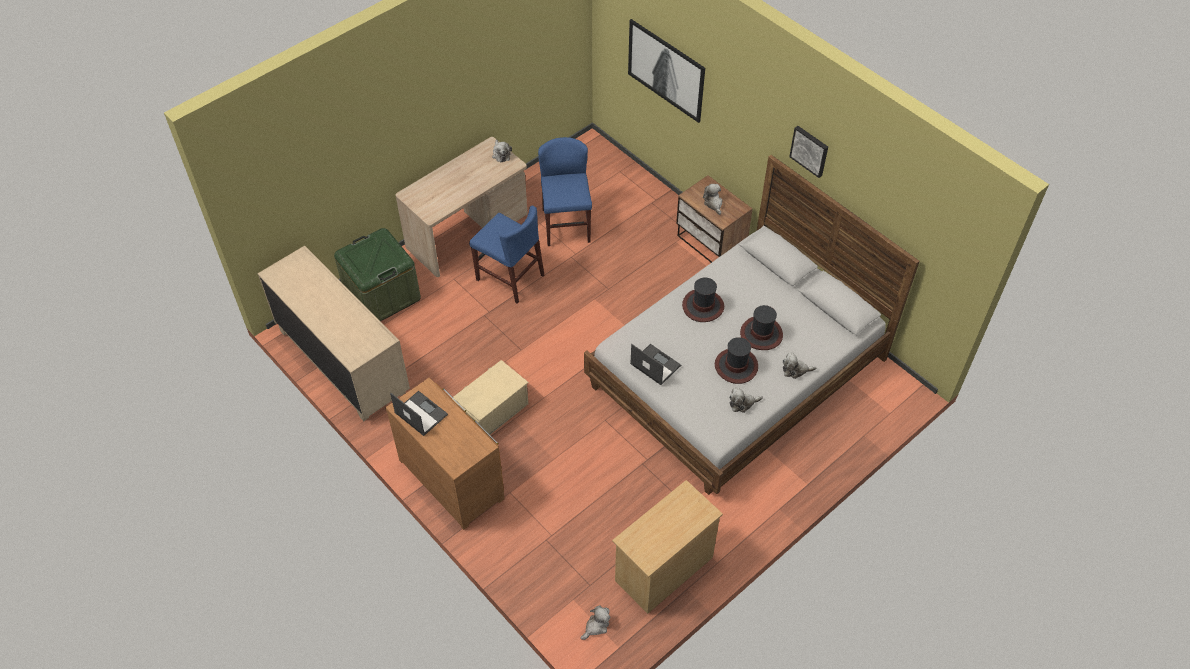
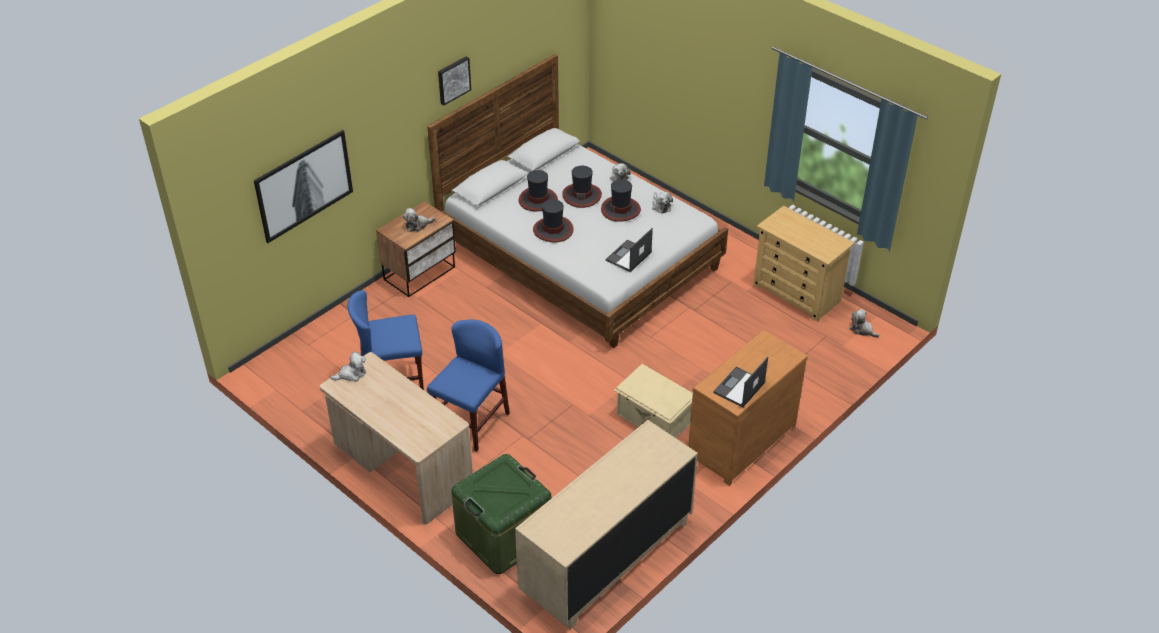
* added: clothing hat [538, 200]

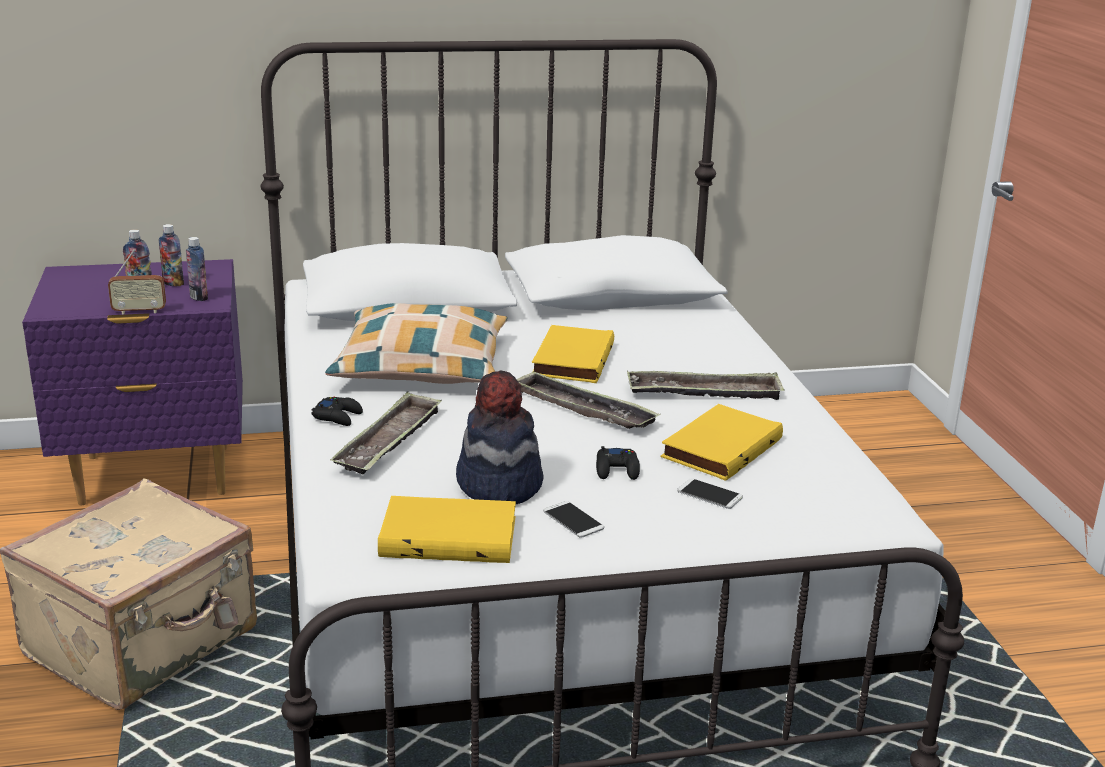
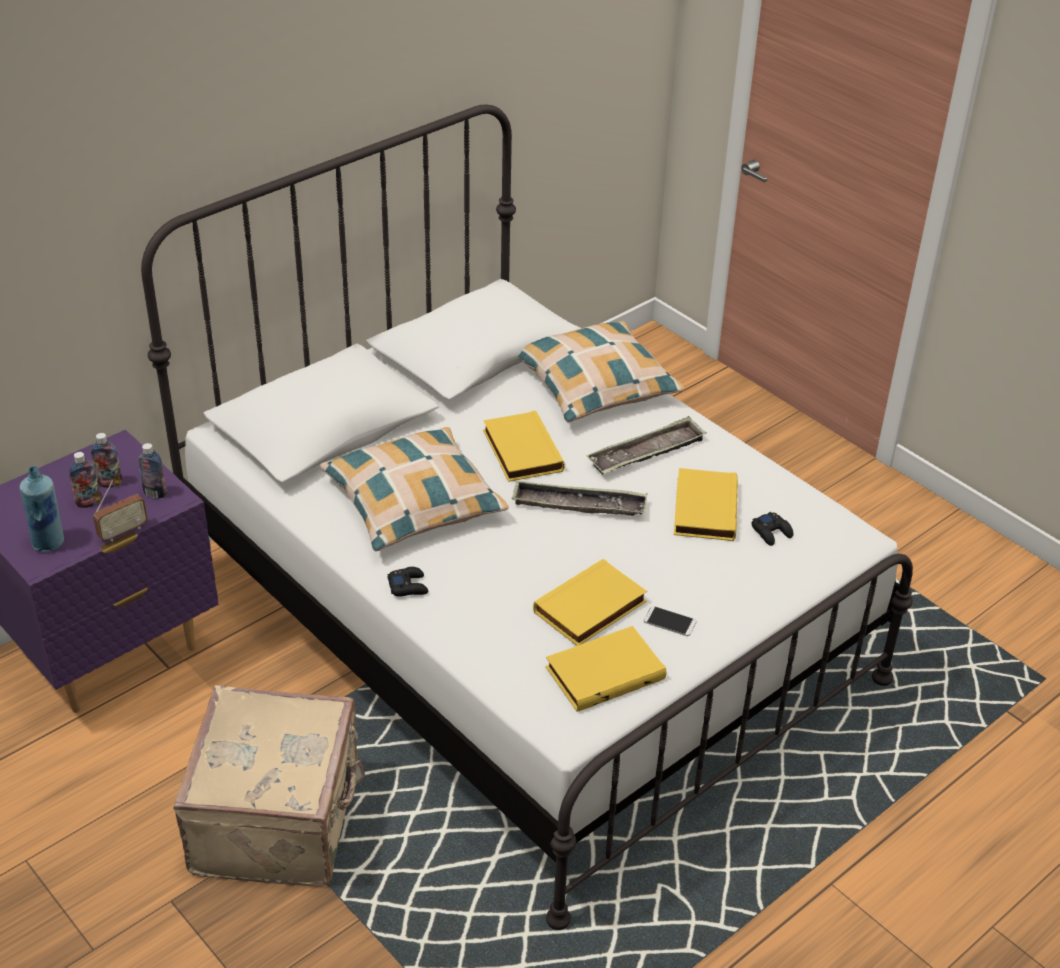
* removed: serving tray [389, 441]
* replaced: clothing hat [498, 485] to yellow-coloured volume [591, 609]
* moved: blackish gamepad [617, 470] to [771, 532]
* removed: phone [709, 494]
* added: blue beverage bottle [49, 543]
* added: pillow [595, 384]

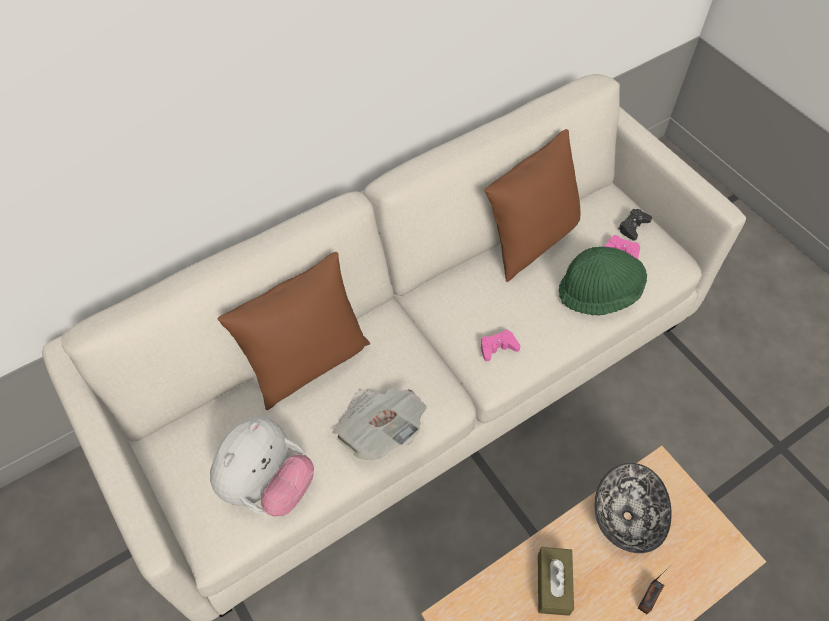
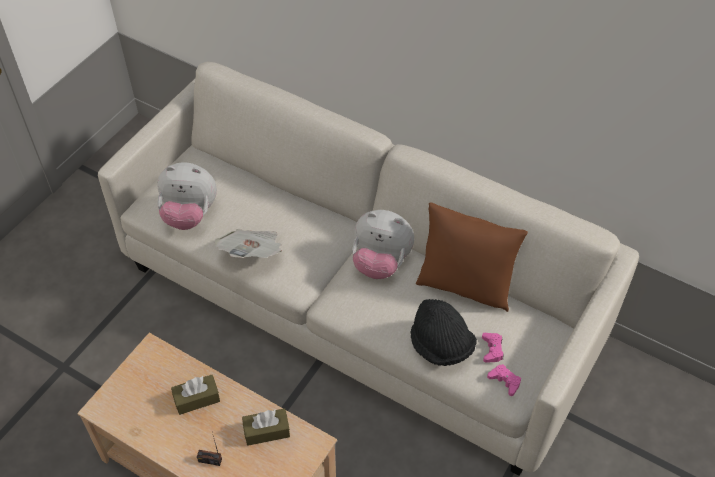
* removed: brownish pillow [307, 363]
* moved: pink-coloured gamepad [498, 347] to [505, 381]
* recoloured: green clothing hat [599, 292] to blackish clothing hat [441, 345]
* replaced: bowl [628, 516] to brownish tissue box [266, 431]
* removed: blackish gamepad [633, 227]
* added: soft toy [380, 263]

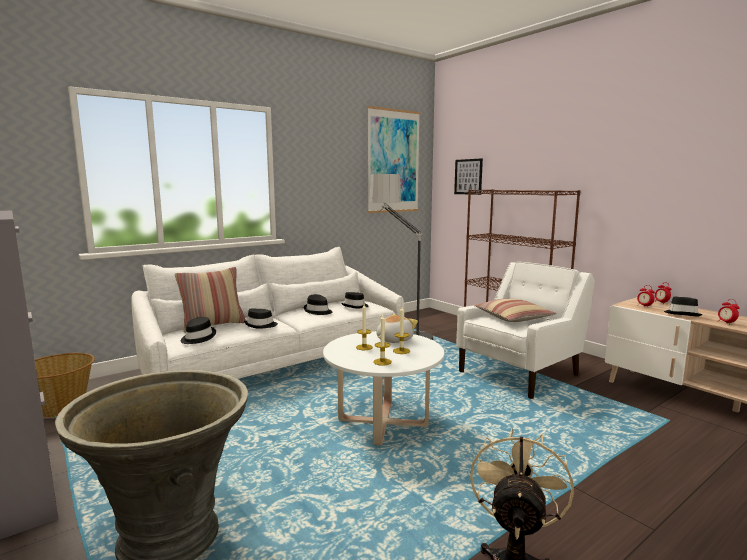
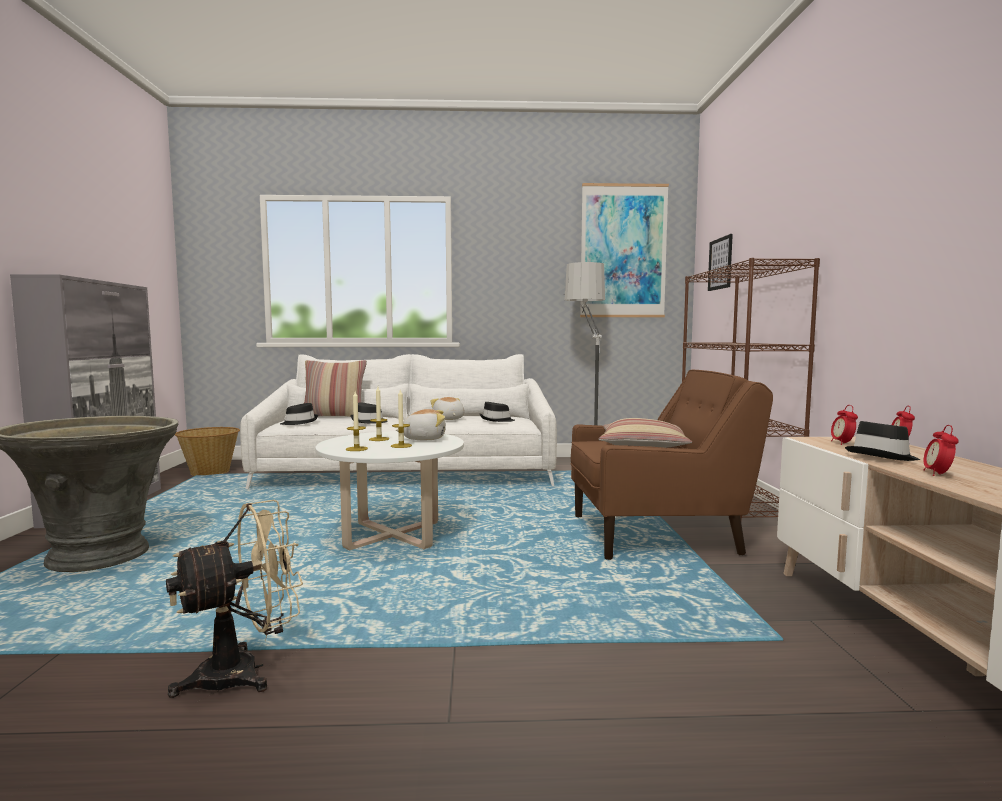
* replaced: blackish clothing hat [318, 311] to soft toy [448, 419]
* recoloured: white easy chair [520, 373] to brownish easy chair [656, 534]

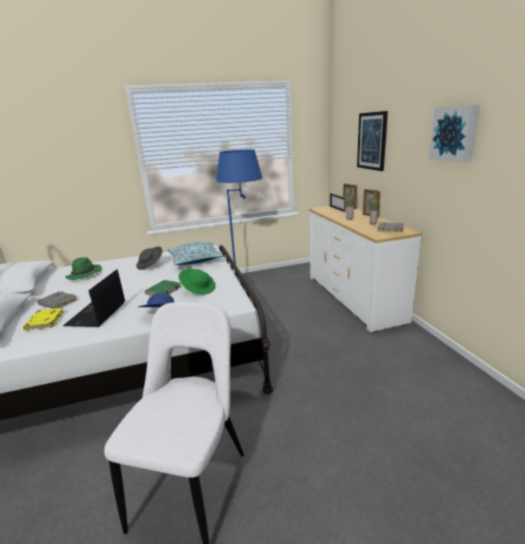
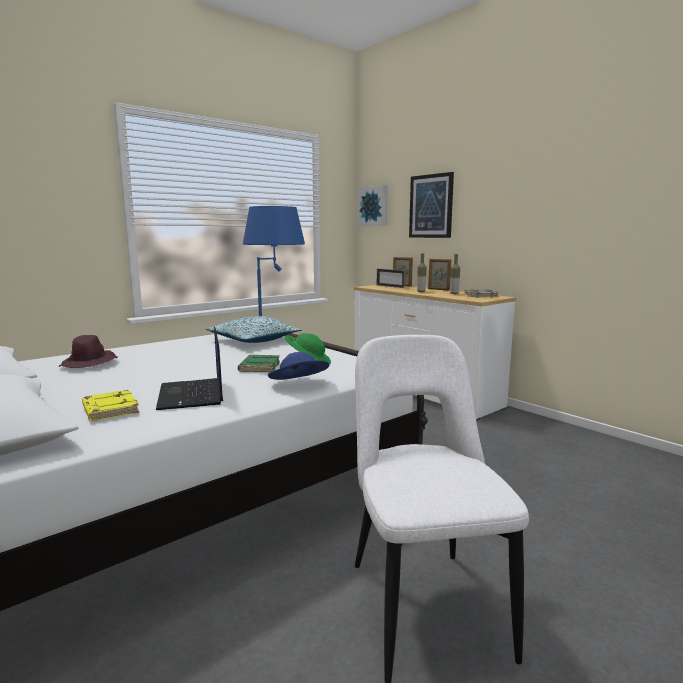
* removed: gray volume [57, 303]
* recoloured: green clothing hat [84, 275] to purple clothing hat [89, 364]
* removed: gray clothing hat [150, 265]
* moved: wall art [454, 133] to [374, 206]

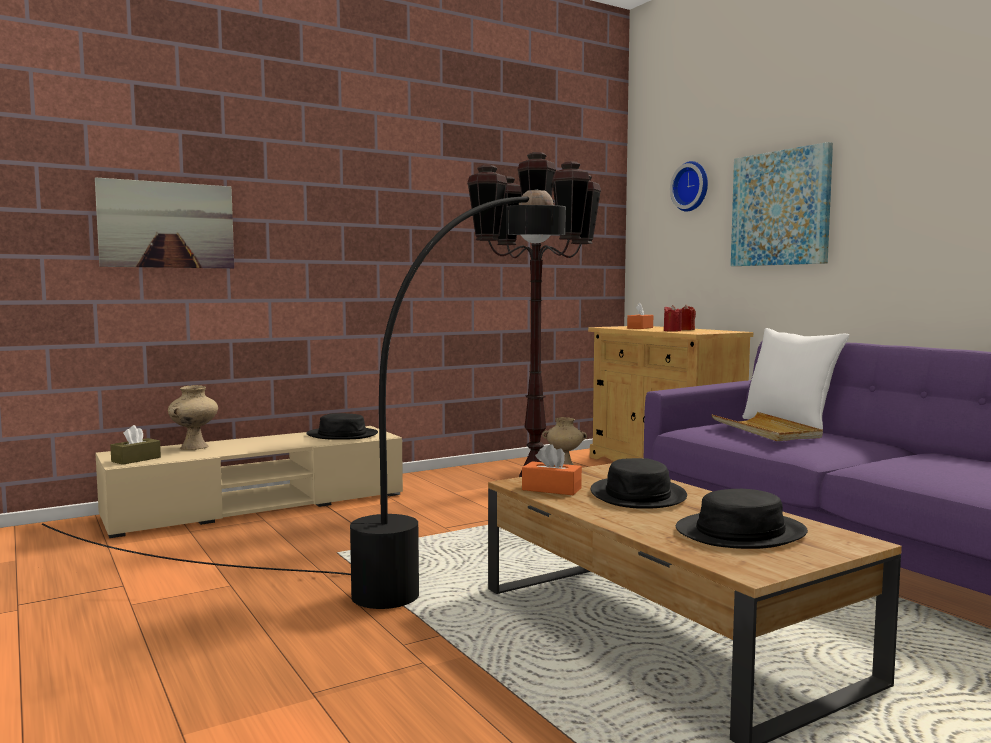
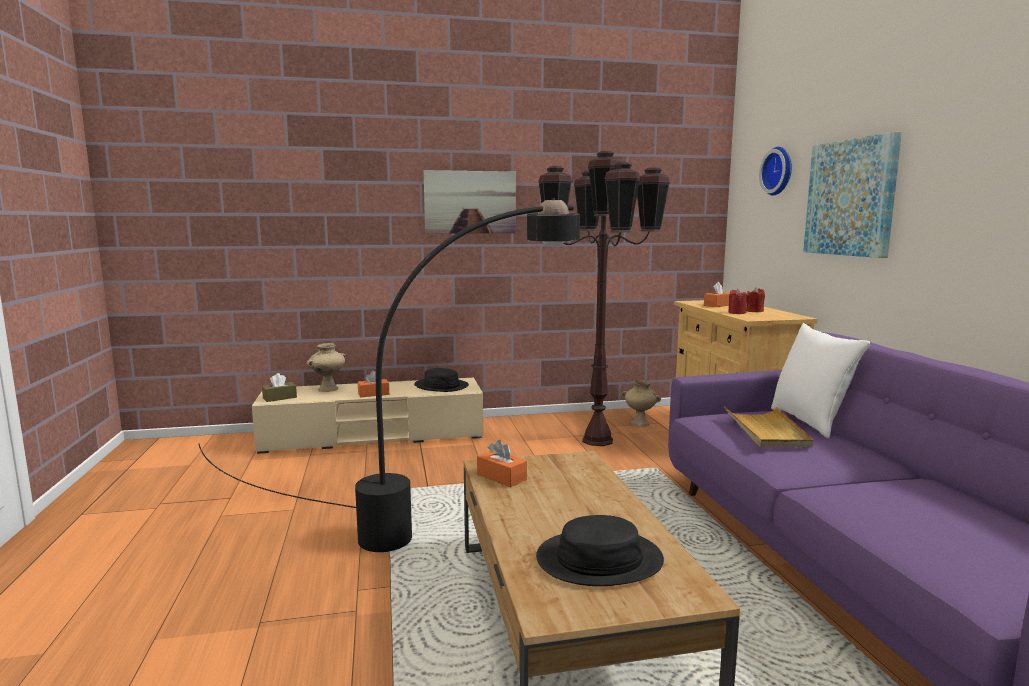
* moved: wall art [167, 225] to [470, 202]
* removed: blackish clothing hat [638, 495]
* added: orangey tissue box [373, 394]

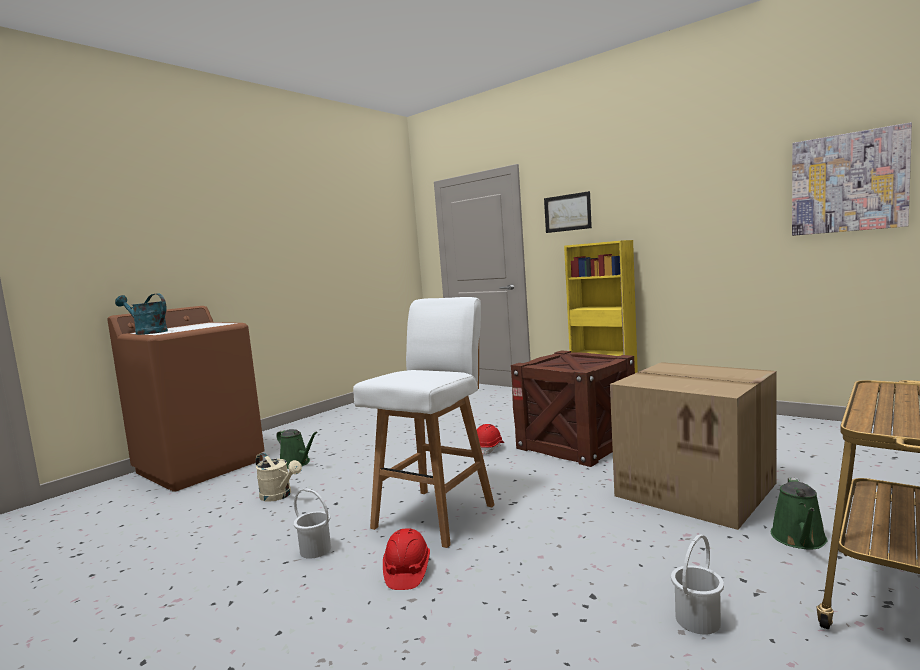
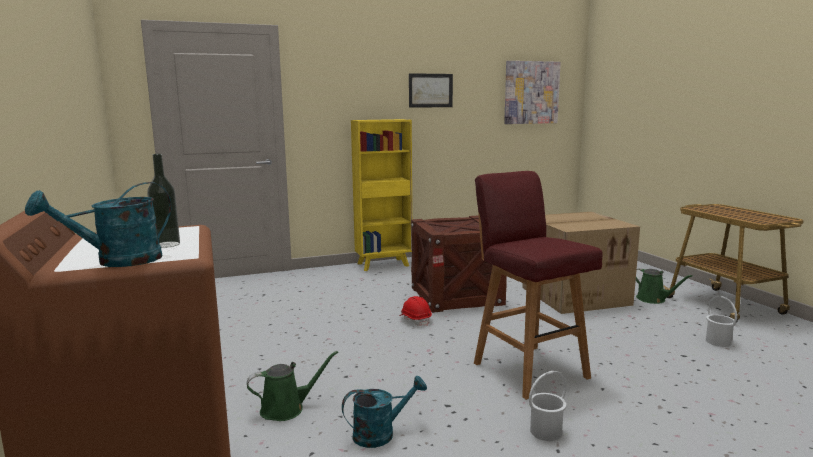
* recoloured: beige sprinkling can [279, 496] to turquoise-coloured sprinkling can [381, 433]
* recoloured: white sitting stool [436, 515] to reddish sitting stool [528, 369]
* removed: reddish safety helmet [407, 572]
* moved: wall art [567, 212] to [430, 90]
* added: beverage bottle [166, 244]

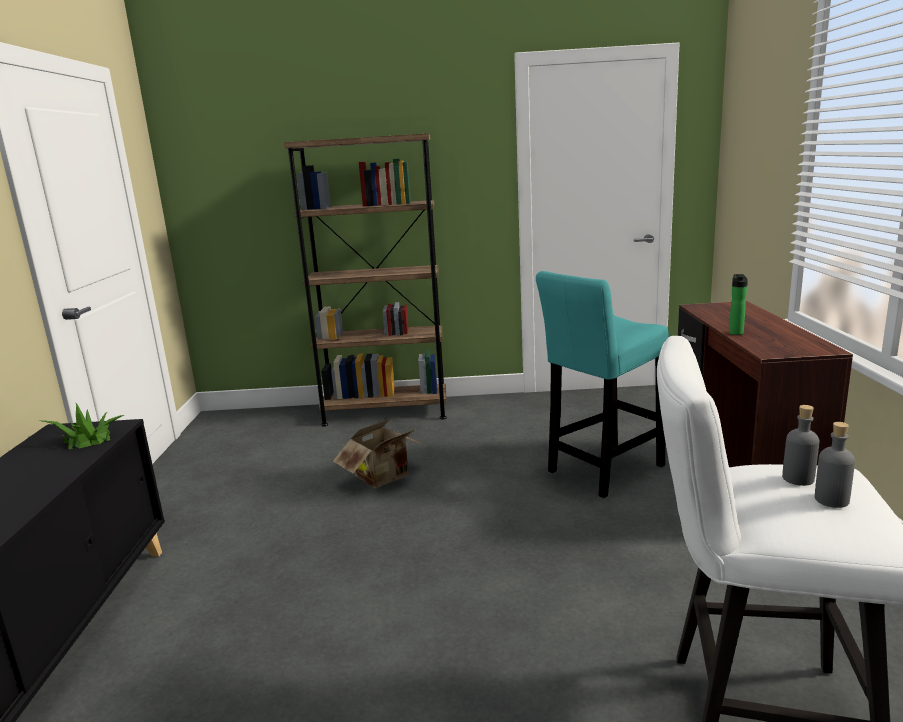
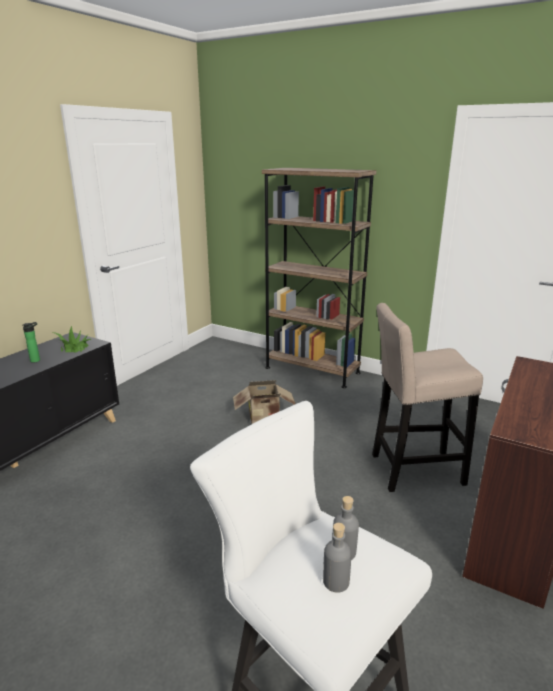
* recoloured: turquoise-coloured sitting stool [602, 471] to beige sitting stool [412, 470]
* moved: beverage bottle [735, 332] to [36, 360]

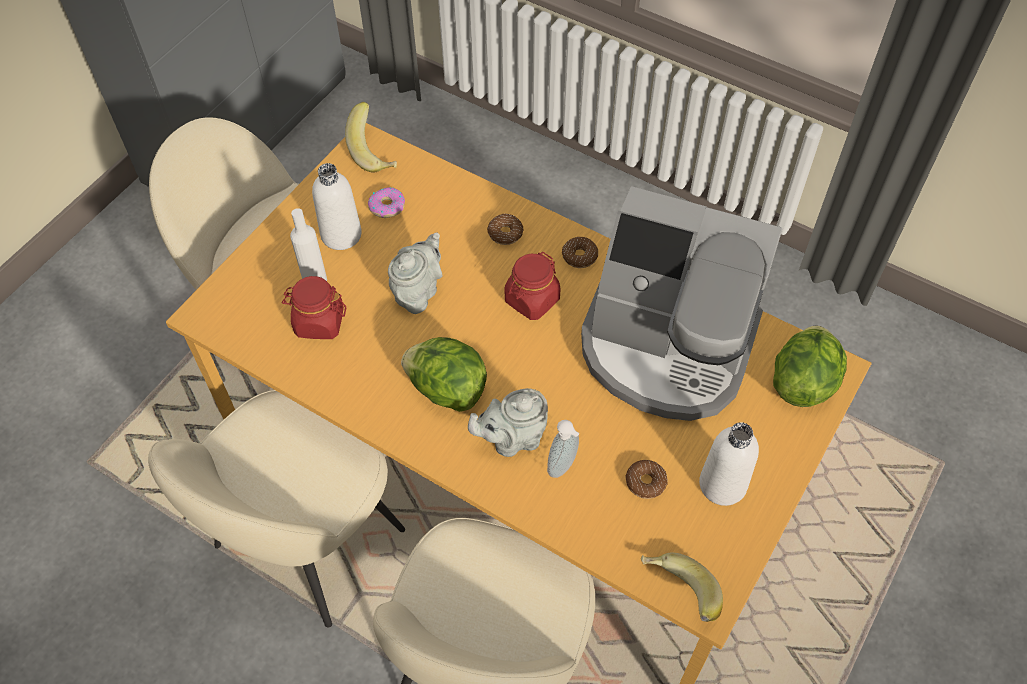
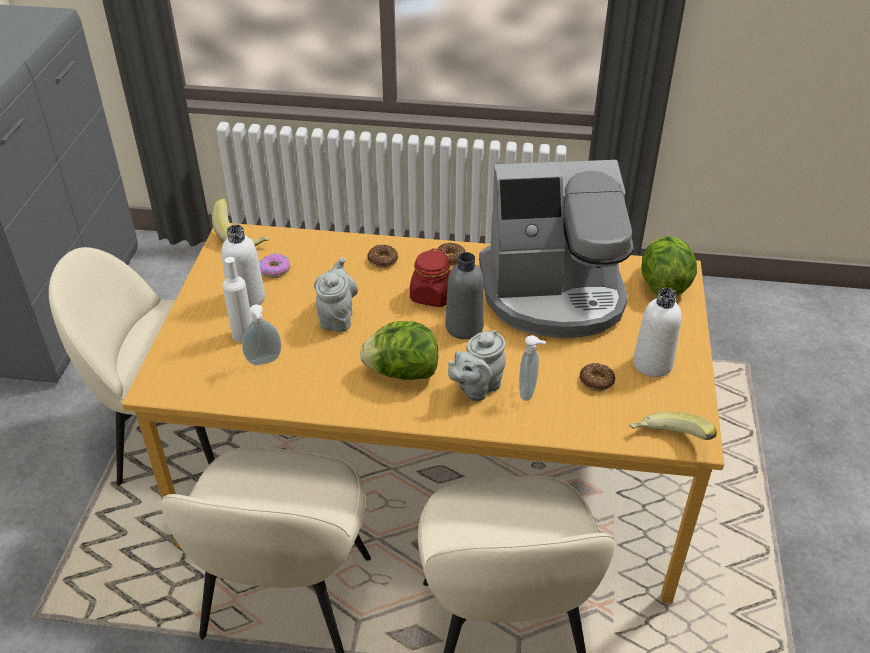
* replaced: reddish preserve jar [319, 322] to soap dispenser [264, 361]
* added: gray beverage bottle [464, 327]

